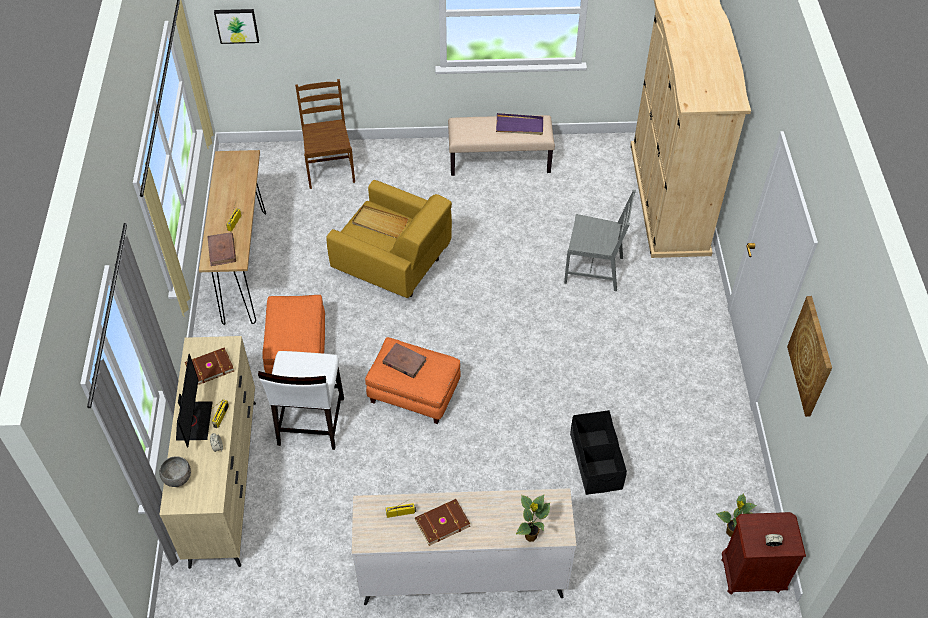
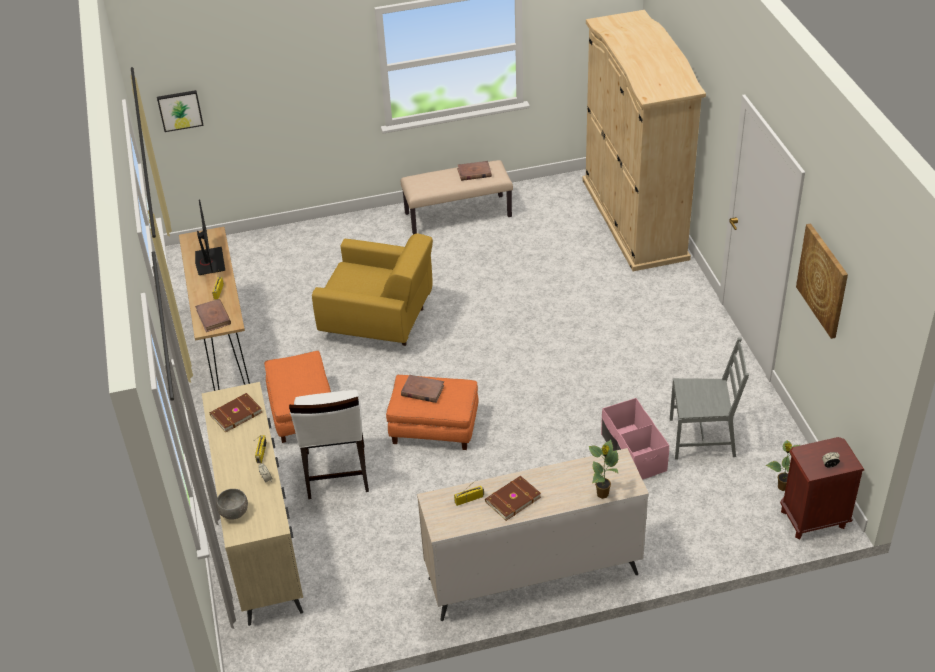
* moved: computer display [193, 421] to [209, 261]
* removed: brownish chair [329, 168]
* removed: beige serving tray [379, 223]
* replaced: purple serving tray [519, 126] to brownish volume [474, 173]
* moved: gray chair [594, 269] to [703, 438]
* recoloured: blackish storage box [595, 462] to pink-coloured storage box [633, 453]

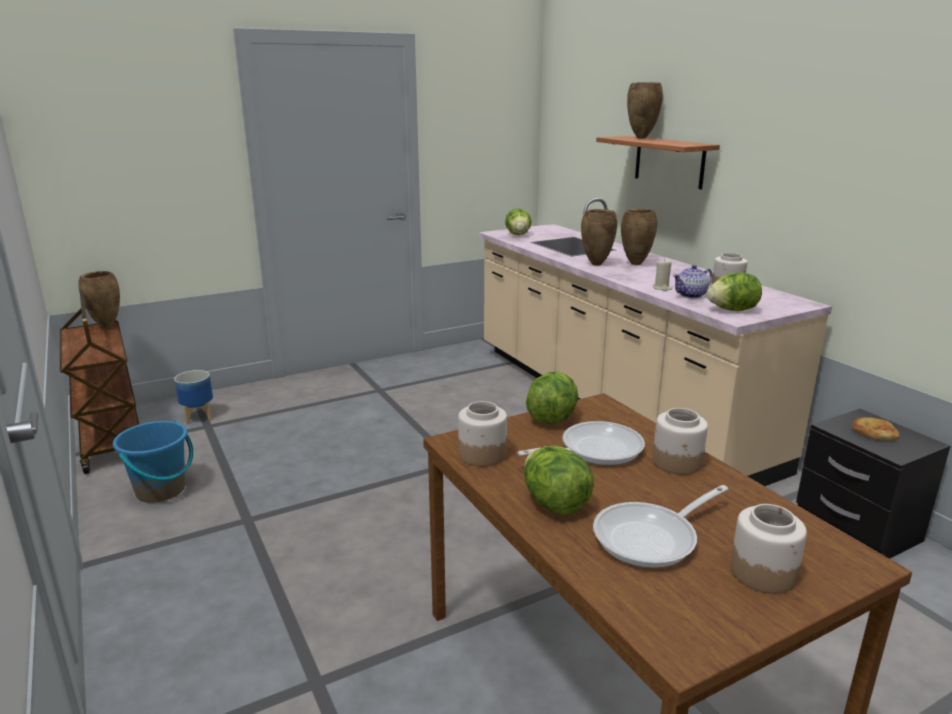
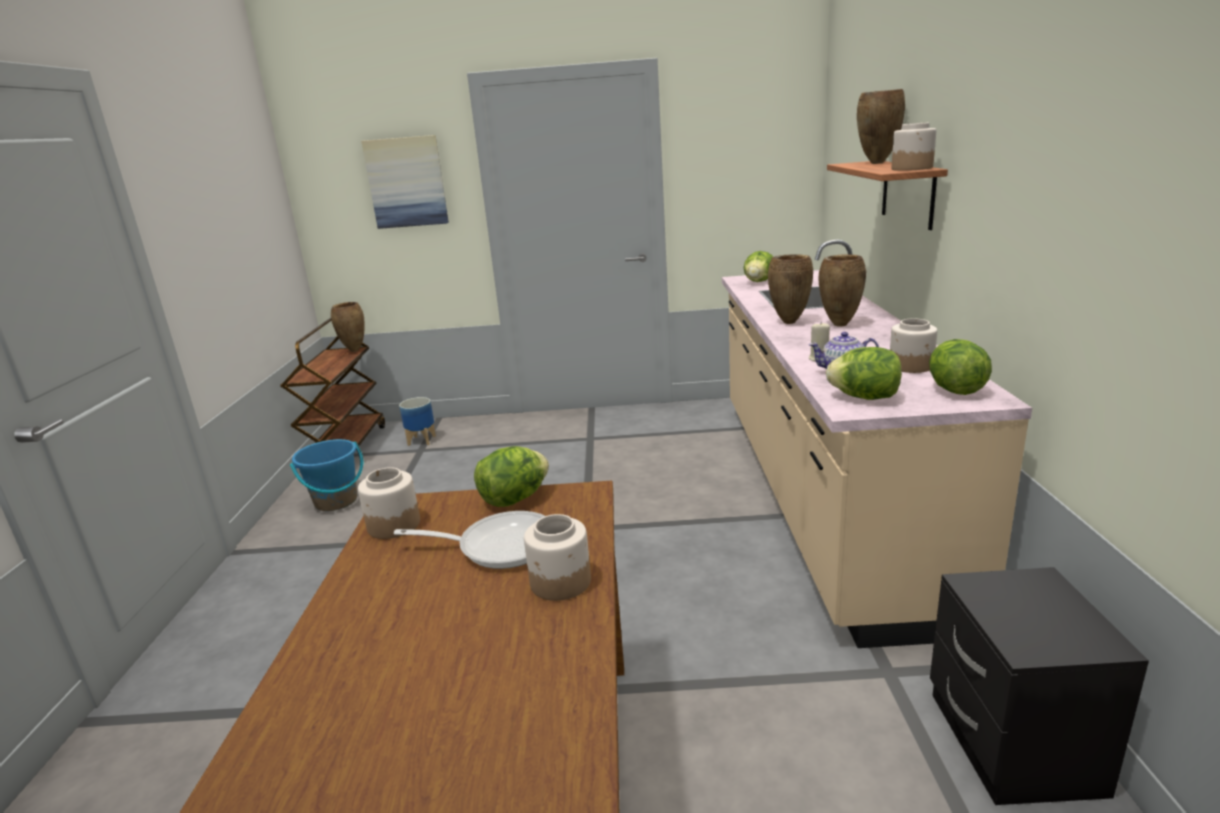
* moved: lettuce head [554, 503] to [954, 389]
* removed: frying pan [652, 538]
* moved: preserve jar [763, 572] to [912, 168]
* removed: bread [874, 432]
* added: wall art [406, 182]

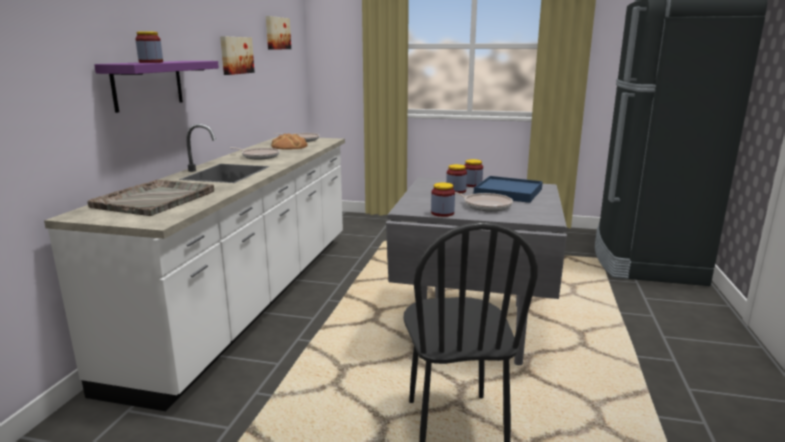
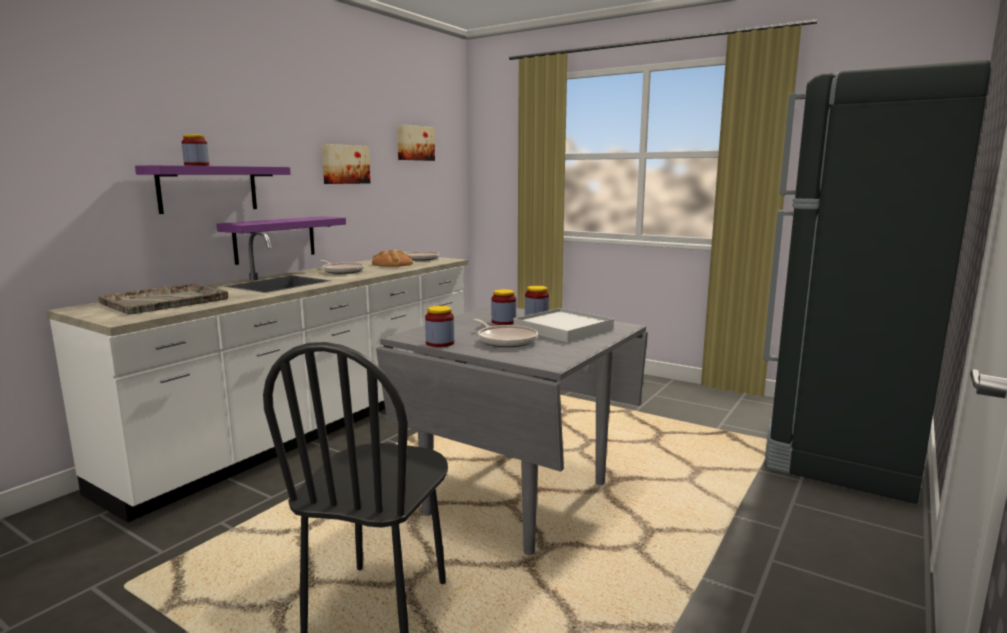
* recoloured: blue serving tray [508, 192] to white serving tray [563, 329]
* added: purple wall shelf [275, 239]

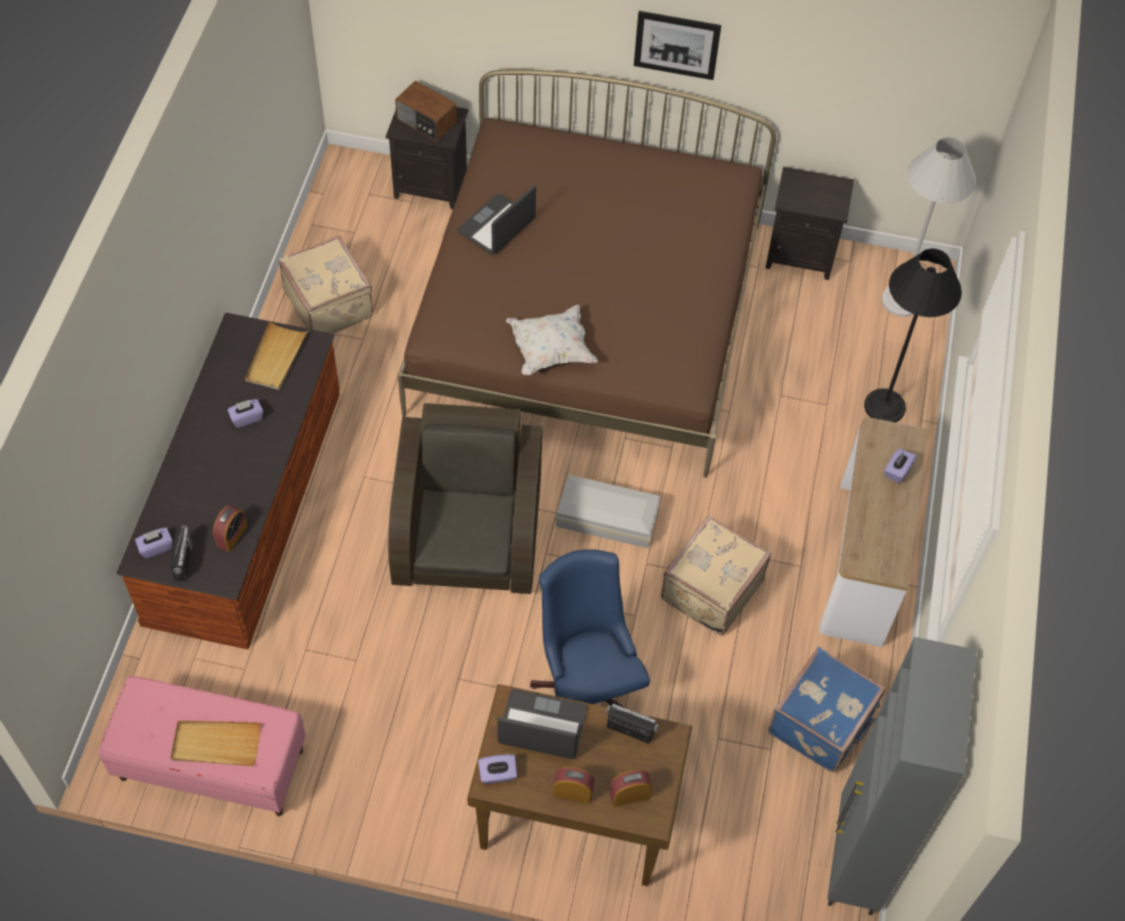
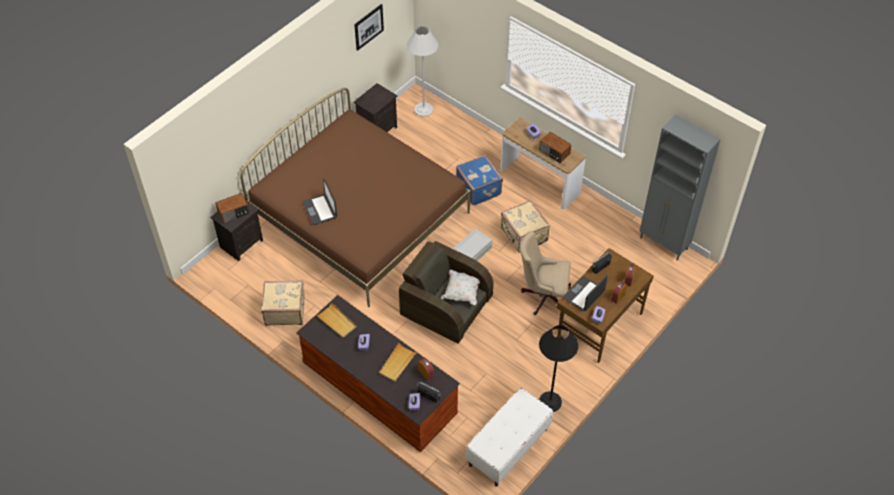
* recoloured: pink-coloured bench [211, 765] to white bench [508, 447]
* moved: beige serving tray [216, 744] to [397, 363]
* moved: white pillow [550, 350] to [462, 292]
* recoloured: blue computer chair [586, 683] to beige computer chair [543, 295]
* moved: wall art [676, 45] to [368, 27]
* moved: blue travel case [822, 723] to [479, 188]
* moved: blackish standard lamp [885, 406] to [550, 401]
* added: radio [554, 153]

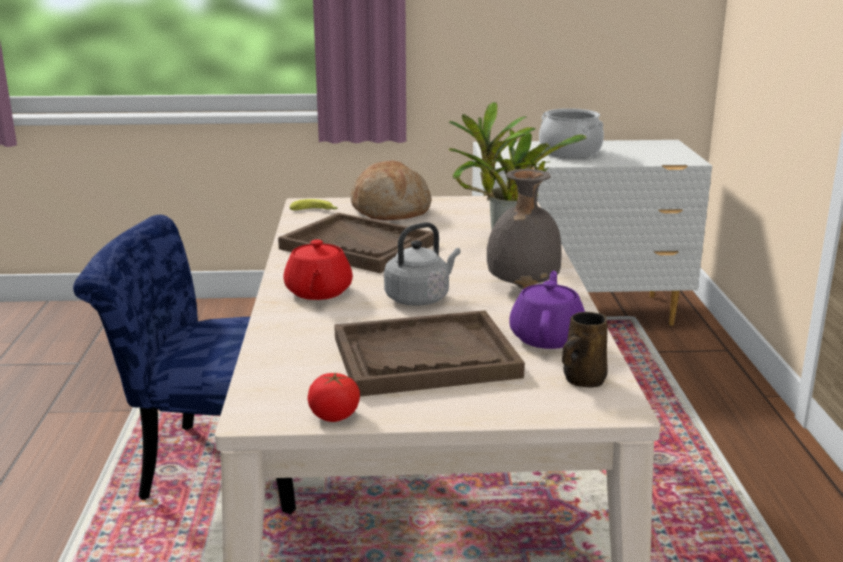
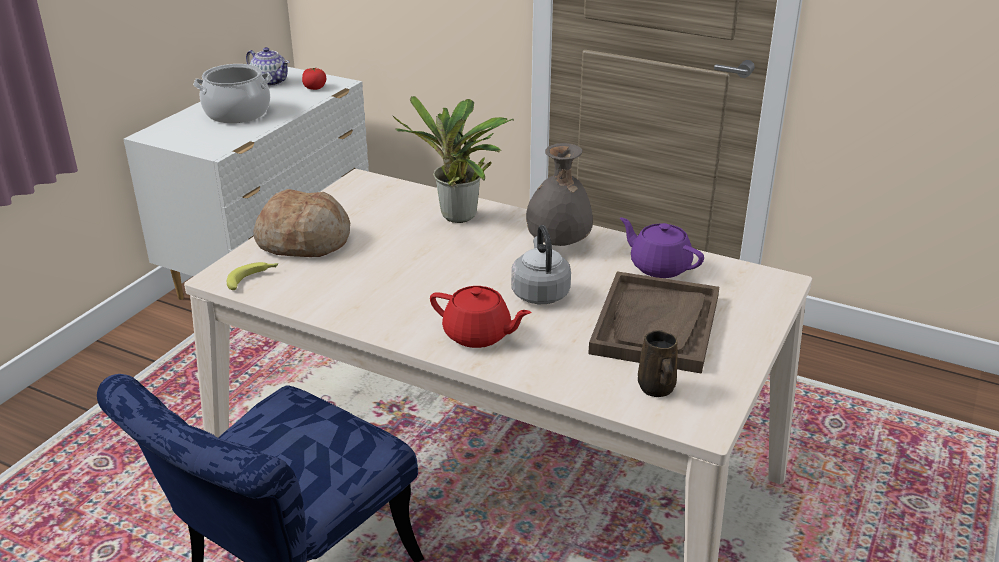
* removed: brownish serving tray [358, 246]
* moved: tomato [334, 415] to [314, 88]
* moved: brownish mug [582, 380] to [656, 389]
* added: tea pot [270, 82]

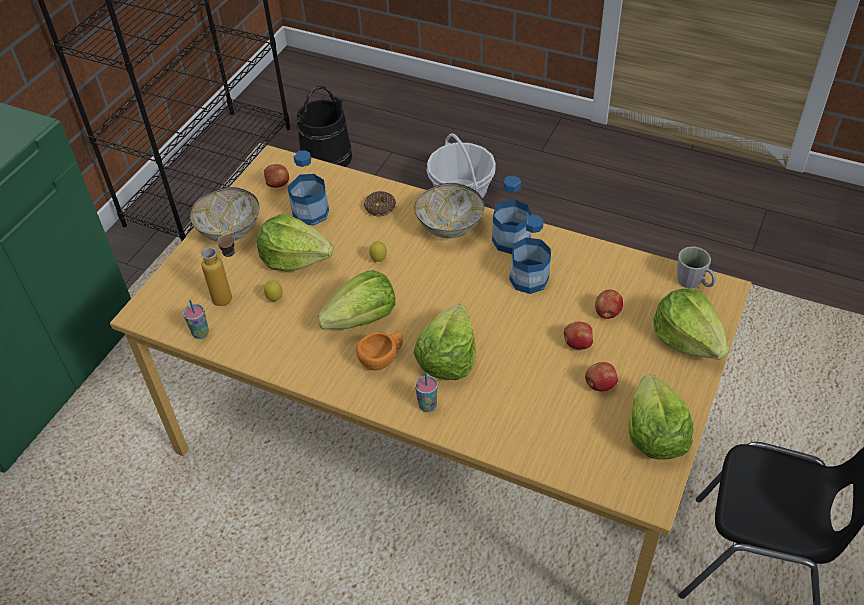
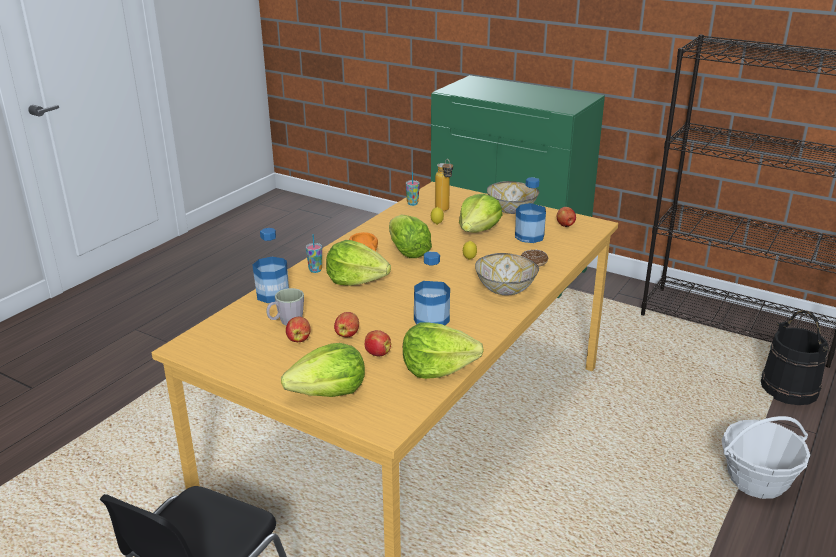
* moved: beverage bottle [511, 240] to [272, 294]
* moved: lettuce head [654, 434] to [437, 367]
* moved: gray mug [693, 283] to [286, 322]

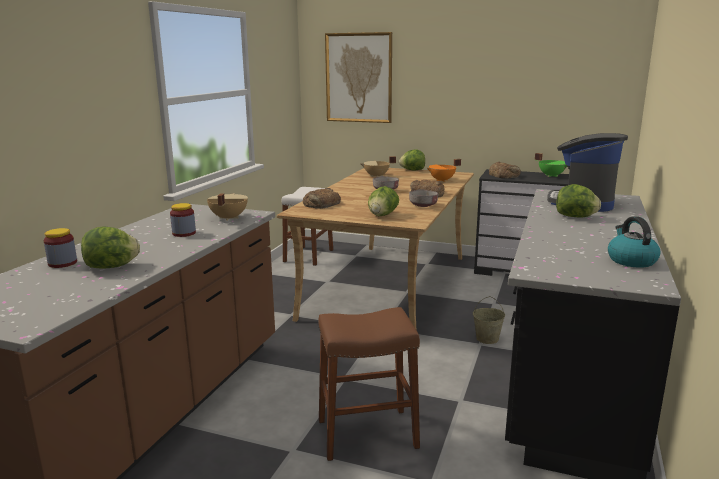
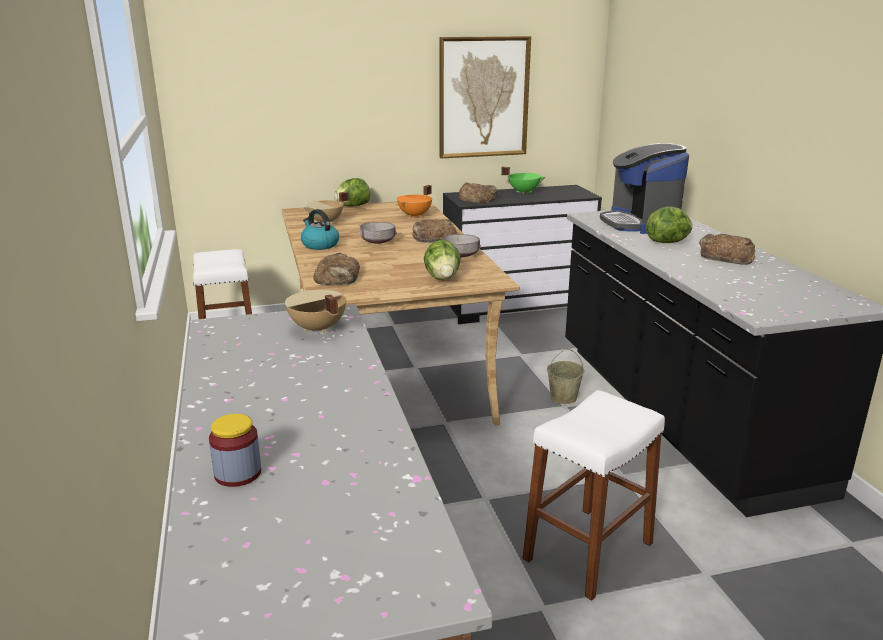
* removed: lettuce head [112, 267]
* removed: preserve jar [184, 233]
* recoloured: brownish sitting stool [367, 433] to white sitting stool [588, 551]
* moved: wall art [359, 78] to [483, 97]
* moved: tea kettle [631, 260] to [319, 245]
* added: bread [726, 256]

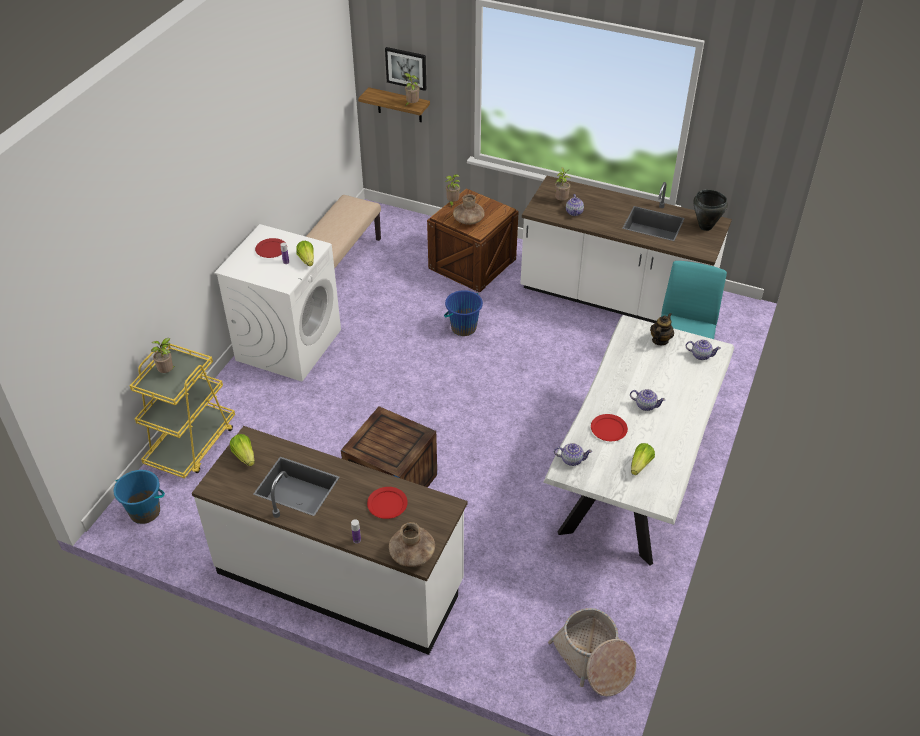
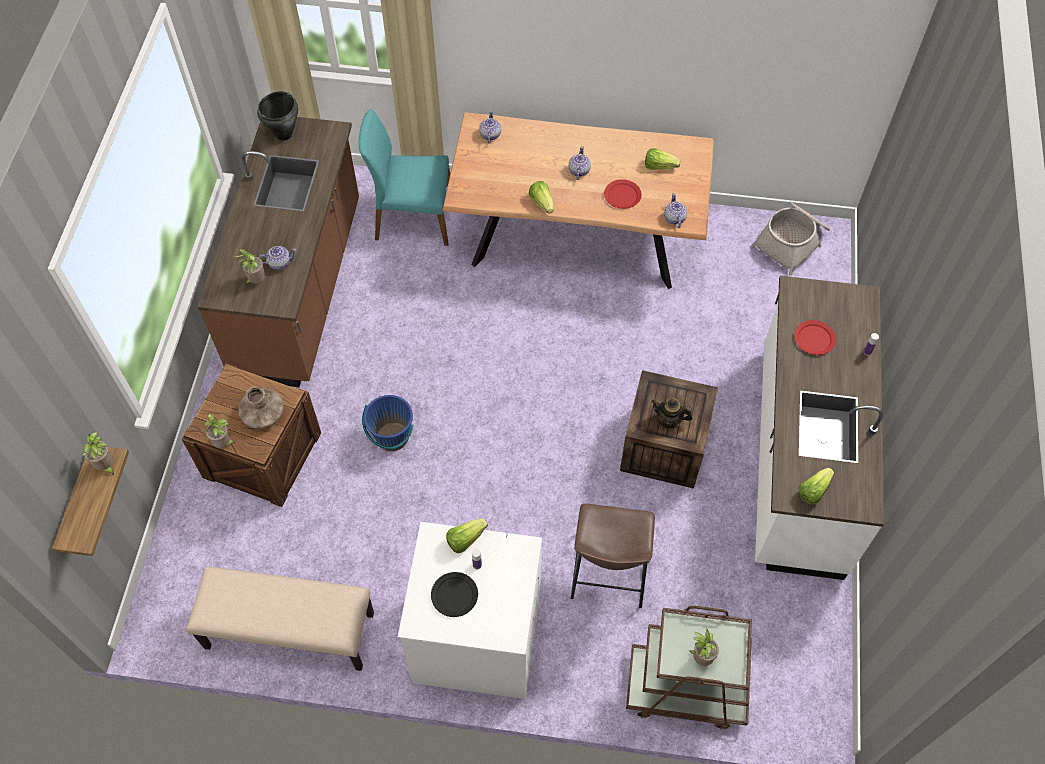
* removed: blue bucket [145, 512]
* recoloured: yellow-coloured wheeled cart [192, 445] to brownish wheeled cart [686, 689]
* recoloured: reddish dinner plate [271, 249] to blackish dinner plate [454, 595]
* removed: wall art [406, 68]
* removed: brownish flower vase [412, 554]
* recoloured: white kitchen counter [615, 298] to brownish kitchen counter [300, 288]
* recoloured: white kitchen table [633, 476] to brownish kitchen table [576, 239]
* moved: tea pot [660, 340] to [669, 420]
* added: lettuce head [542, 203]
* added: brownish sitting stool [608, 574]

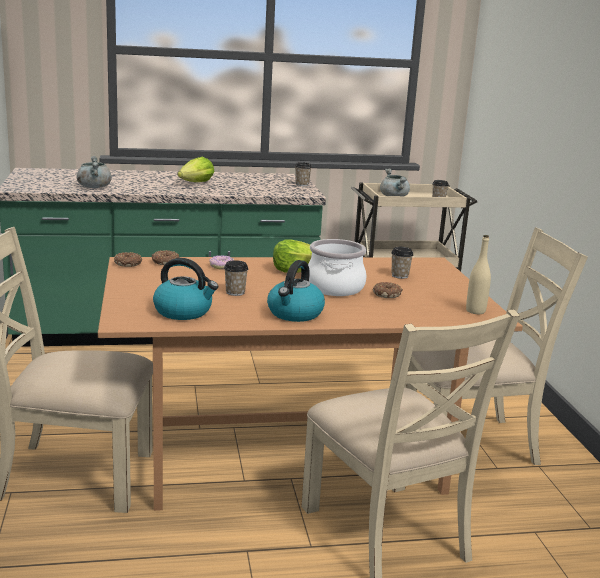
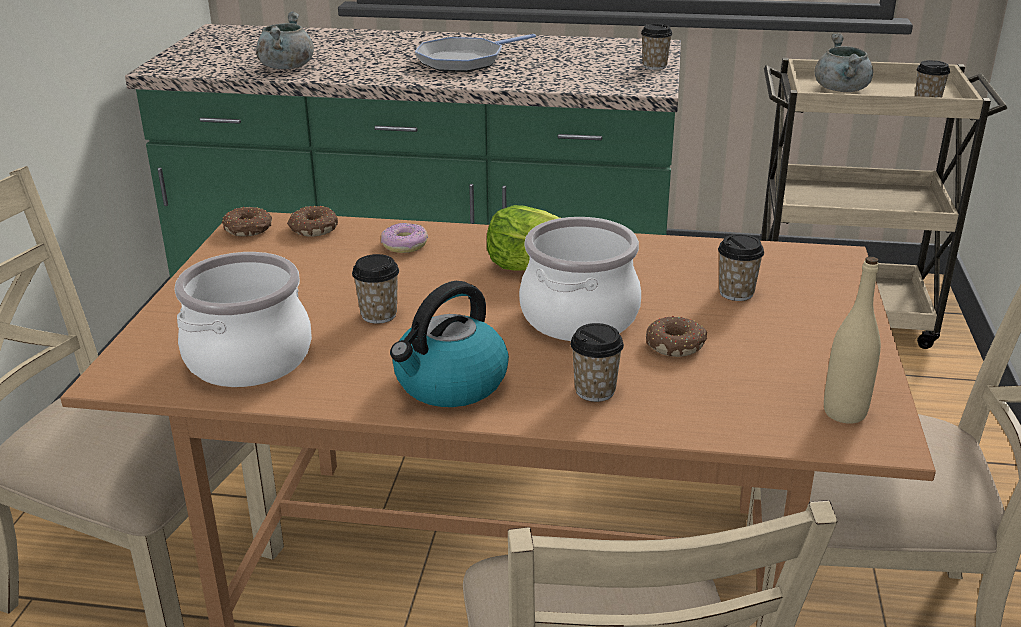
* replaced: tea kettle [184, 312] to saucepot [248, 358]
* replaced: lettuce head [196, 183] to frying pan [464, 60]
* added: cup [595, 391]

